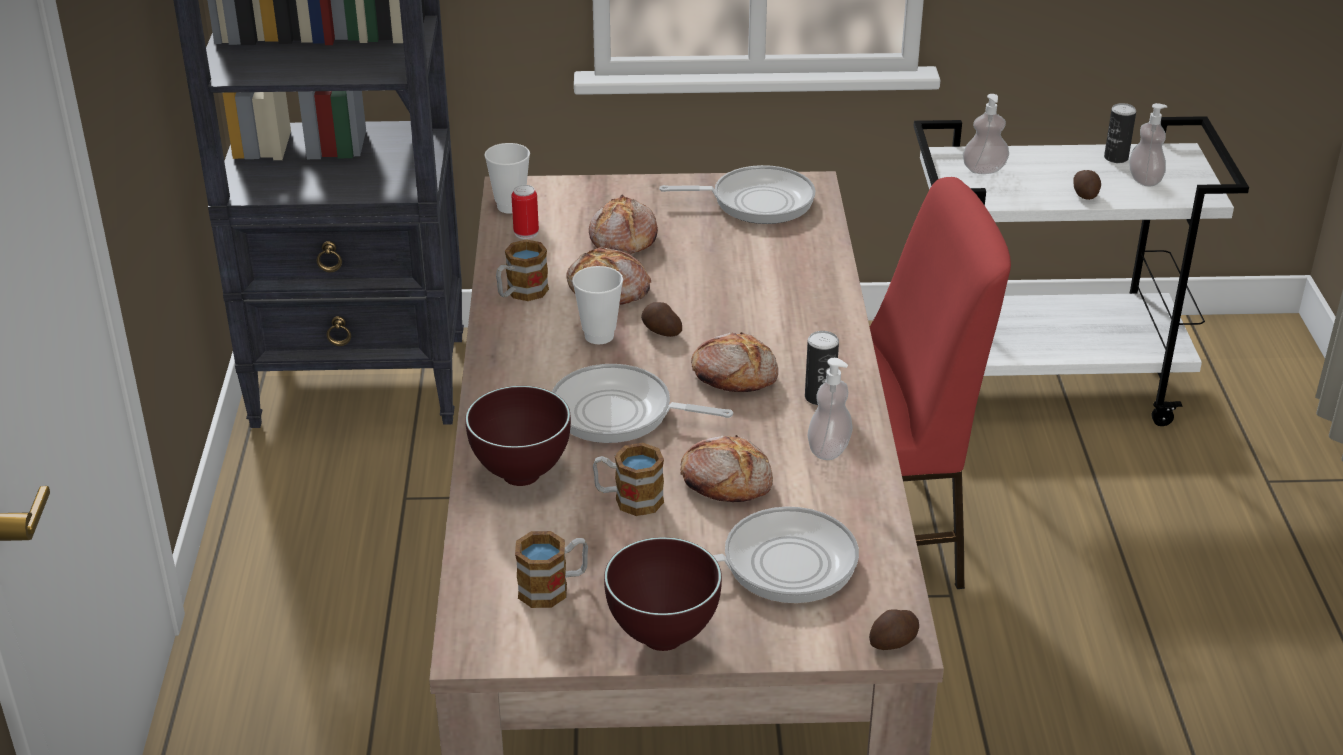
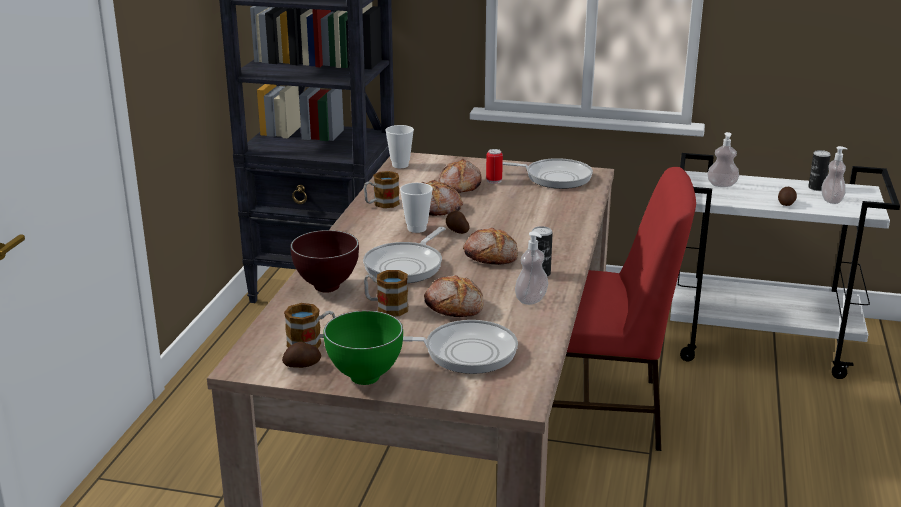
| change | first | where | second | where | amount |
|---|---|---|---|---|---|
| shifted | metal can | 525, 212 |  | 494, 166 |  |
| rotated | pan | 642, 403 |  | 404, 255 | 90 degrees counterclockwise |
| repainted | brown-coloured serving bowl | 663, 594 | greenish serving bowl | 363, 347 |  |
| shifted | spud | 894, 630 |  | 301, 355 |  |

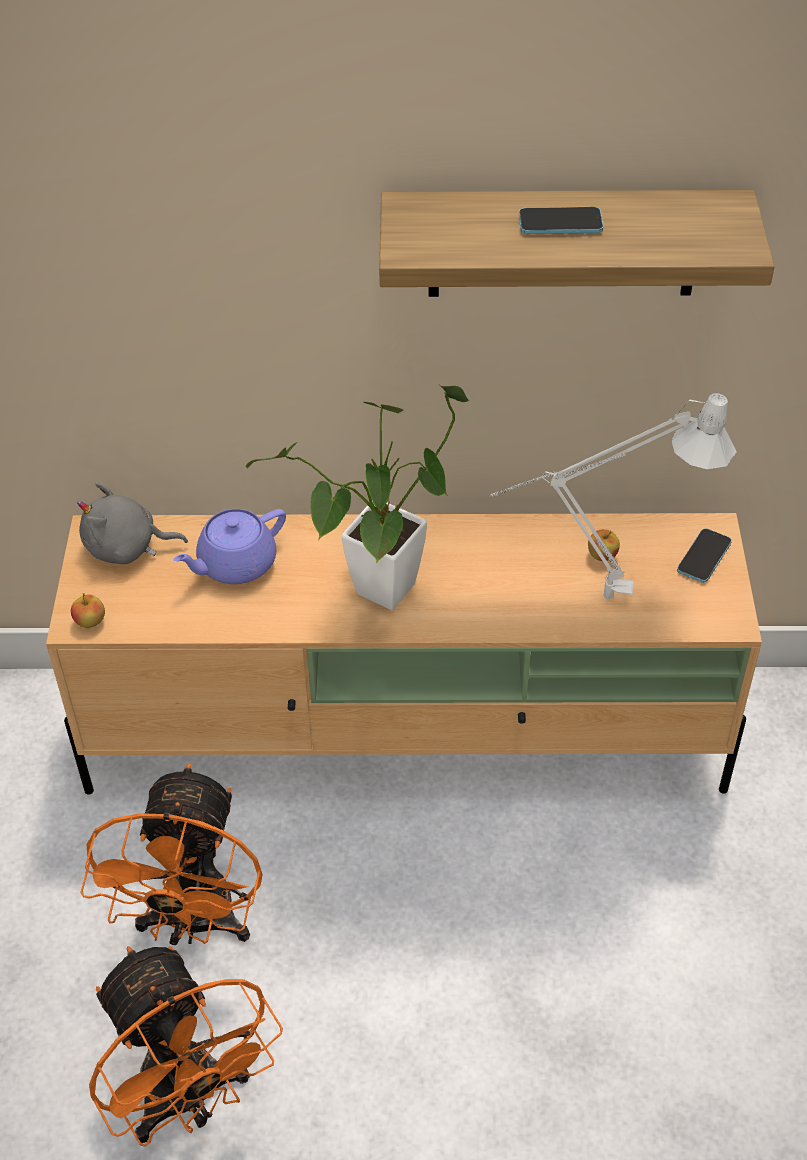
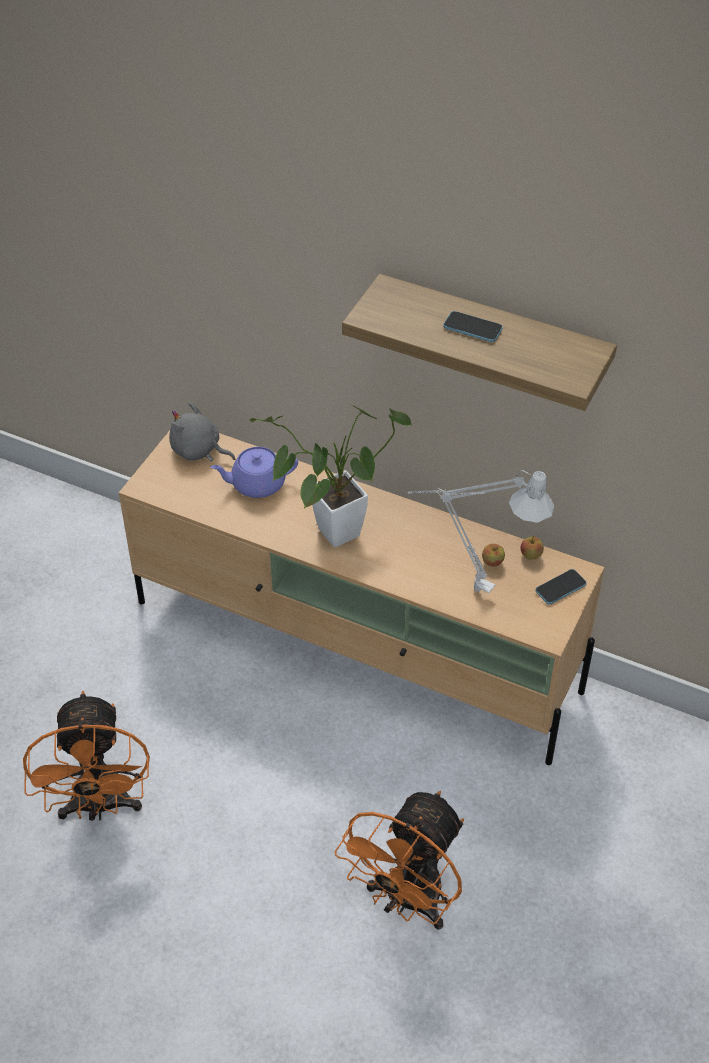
| change | first | where | second | where | amount |
|---|---|---|---|---|---|
| shifted | whole apple | 88, 610 |  | 532, 547 |  |
| shifted | orange-coloured cooling fan | 171, 854 |  | 399, 860 |  |

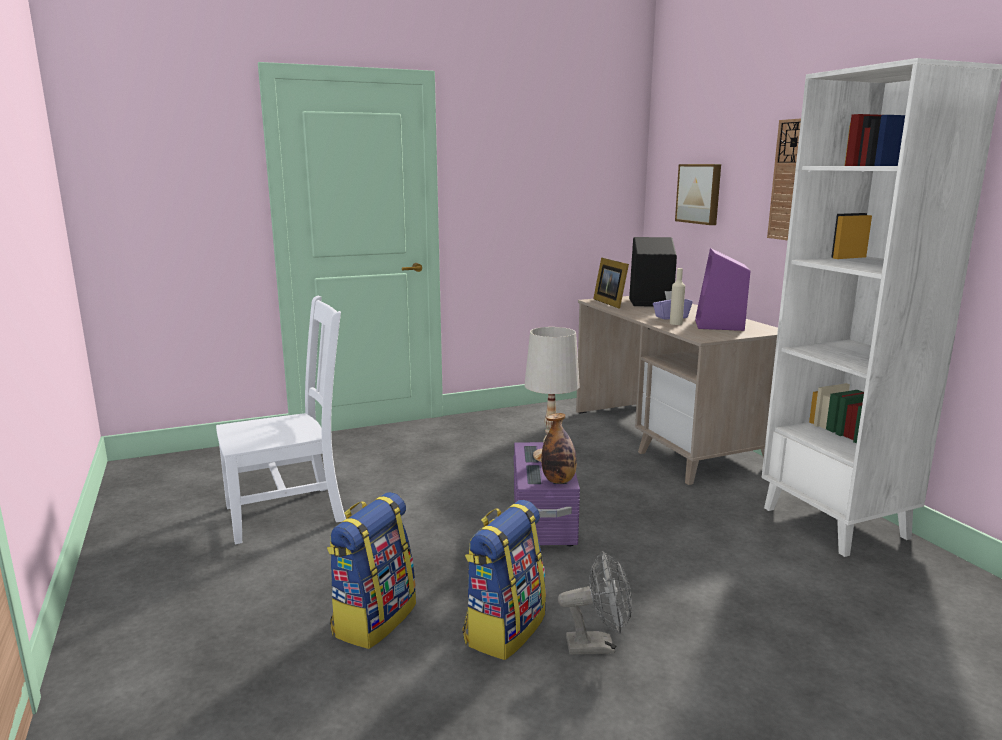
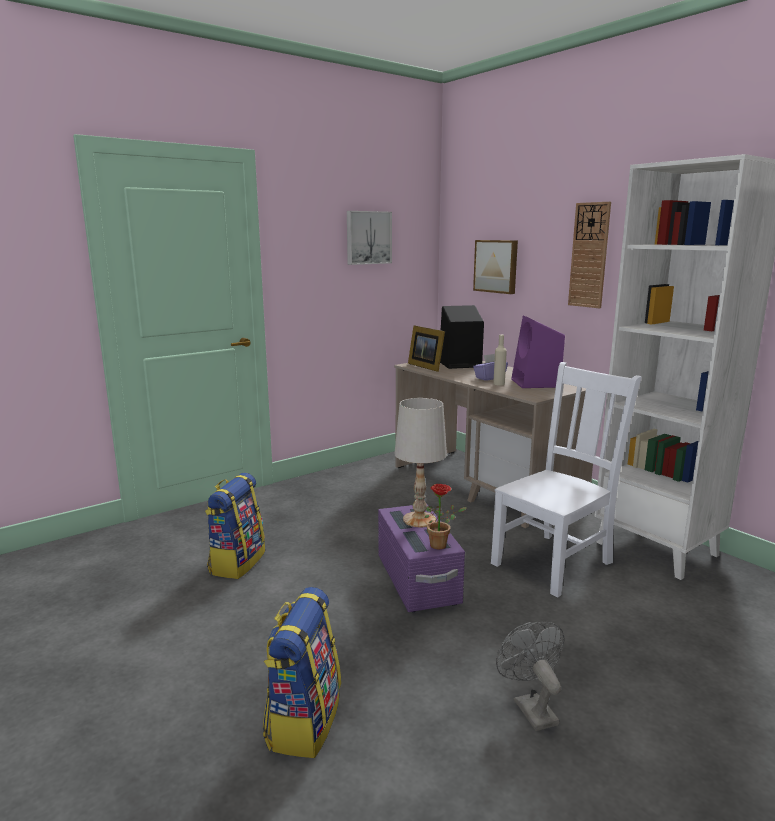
| change | first | where | second | where | amount |
|---|---|---|---|---|---|
| shifted | whitish chair | 281, 420 |  | 566, 479 |  |
| shifted | rucksack | 504, 580 |  | 235, 526 |  |
| swapped | bottle | 559, 448 | houseplant | 446, 517 |  |
| rotated | greyish cooling fan | 595, 603 |  | 530, 676 | 90 degrees counterclockwise |
| new |  |  | wall art | 369, 238 |  |

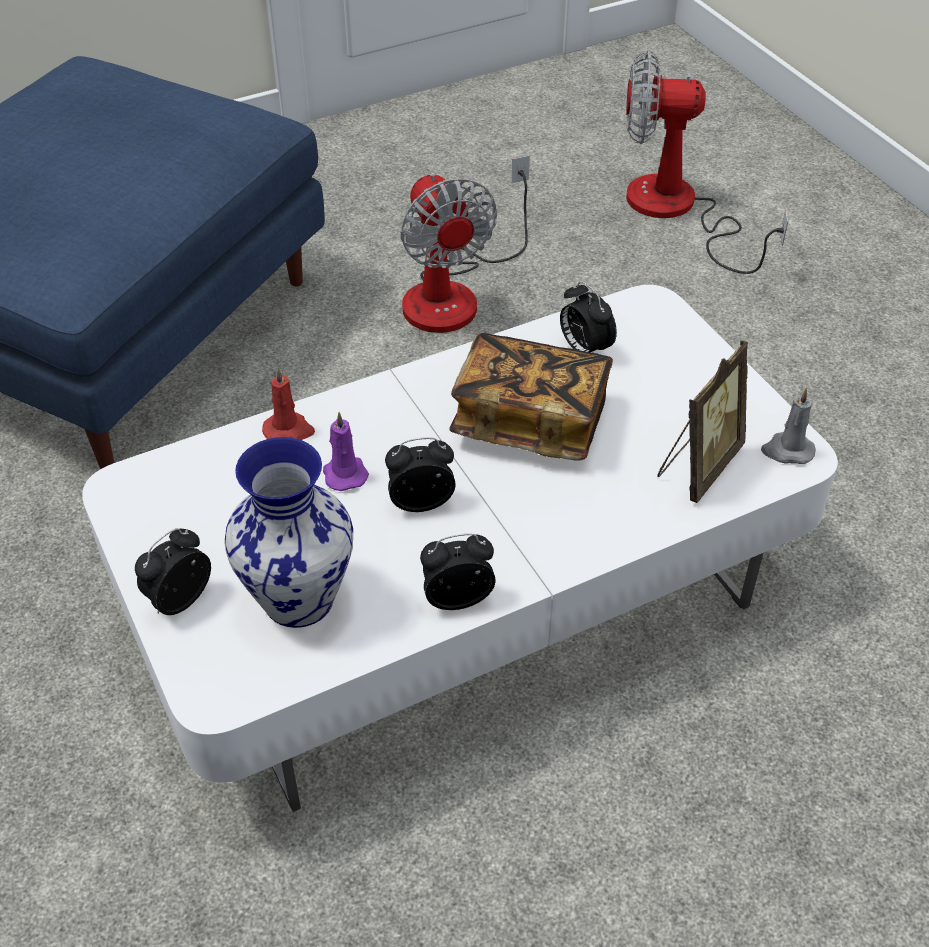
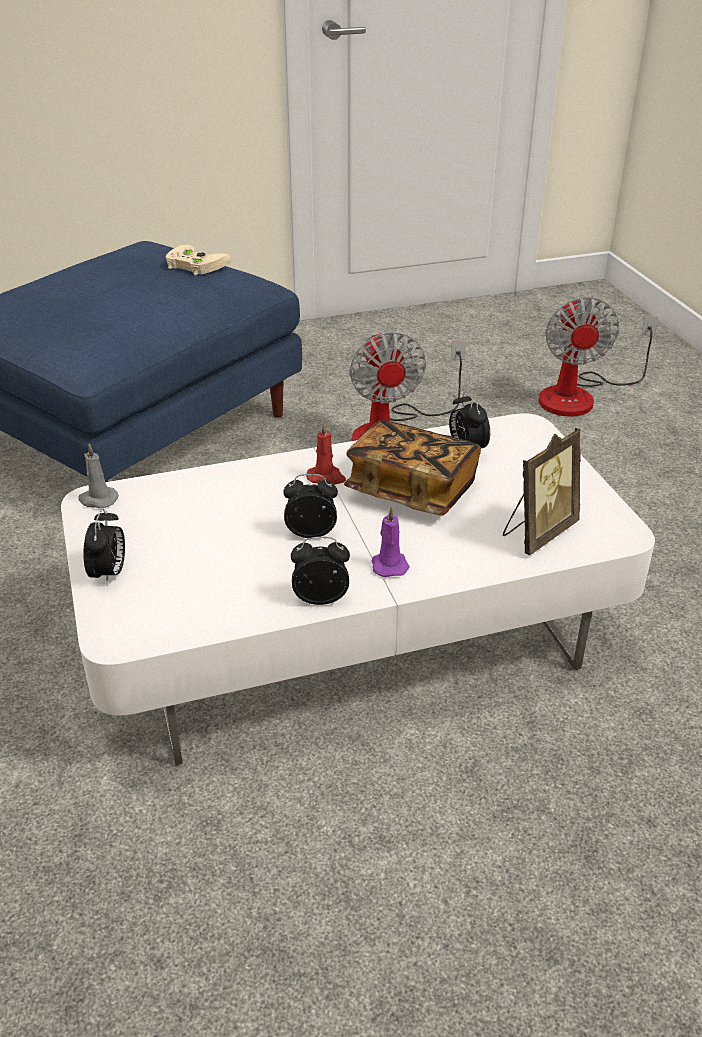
| change | first | where | second | where | amount |
|---|---|---|---|---|---|
| rotated | bedside clock | 173, 571 |  | 104, 547 | 135 degrees clockwise |
| gone | flower vase | 288, 532 |  |  |  |
| shifted | red-coloured candle | 288, 403 |  | 326, 453 |  |
| shifted | purplish candle | 346, 451 |  | 391, 542 |  |
| rotated | cooling fan | 707, 162 |  | 598, 357 | 105 degrees counterclockwise |
| shifted | greyish candle | 788, 426 |  | 98, 476 |  |
| new |  |  | beige game controller | 198, 260 |  |

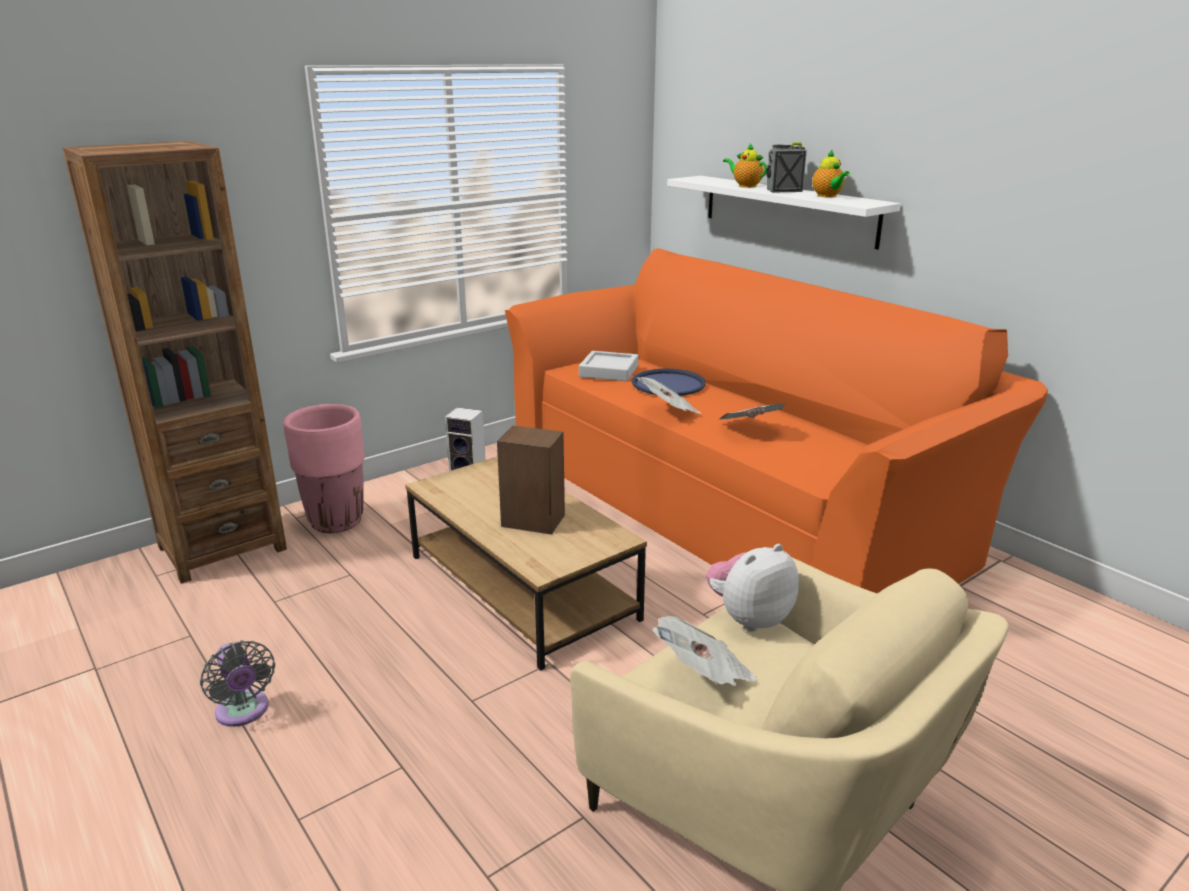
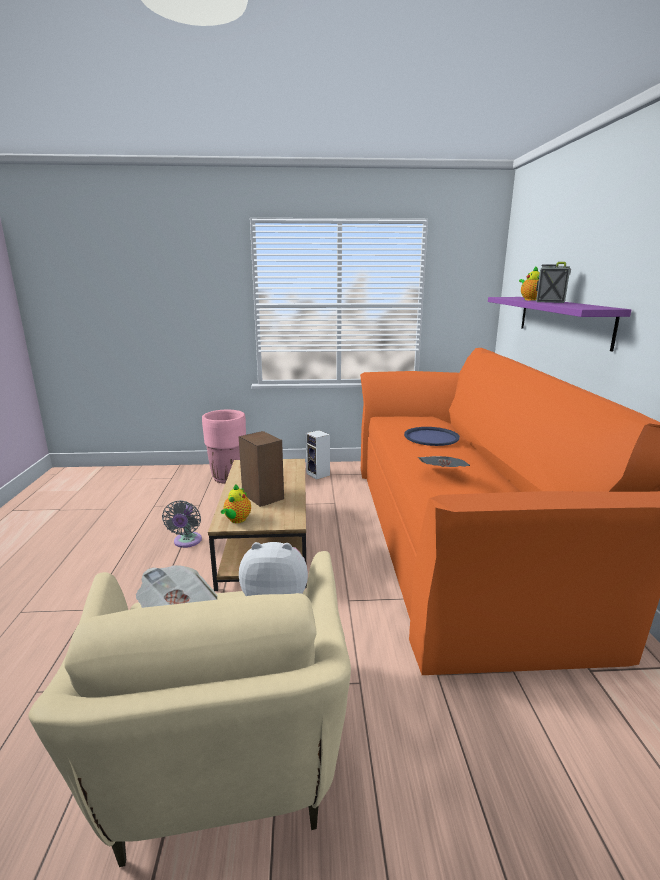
| change | first | where | second | where | amount |
|---|---|---|---|---|---|
| gone | brown-coloured bookshelf | 175, 362 |  |  |  |
| shifted | greyish cooling fan | 237, 683 |  | 182, 524 |  |
| gone | greyish serving tray | 608, 366 |  |  |  |
| gone | daily paper | 669, 395 |  |  |  |
| repainted | whitish wall shelf | 784, 213 | purplish wall shelf | 559, 324 |  |
| shifted | teapot | 831, 173 |  | 236, 503 |  |

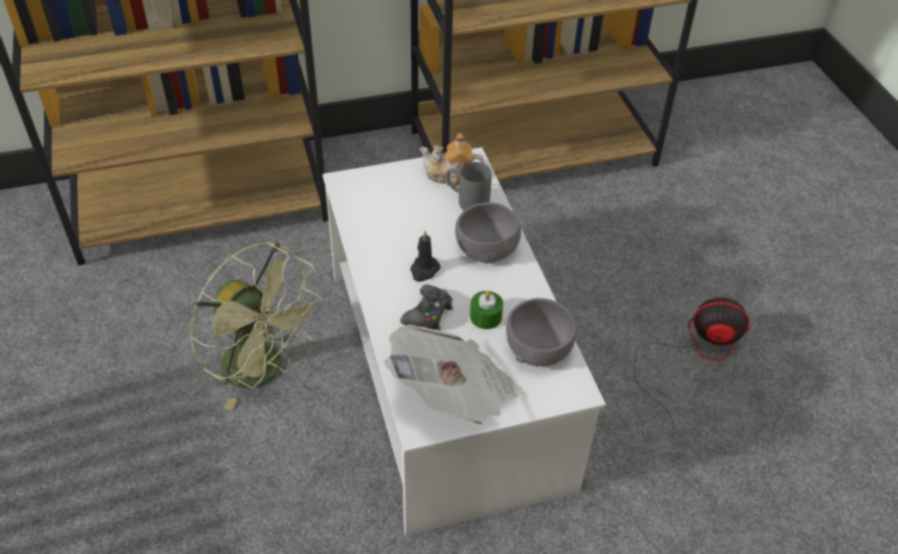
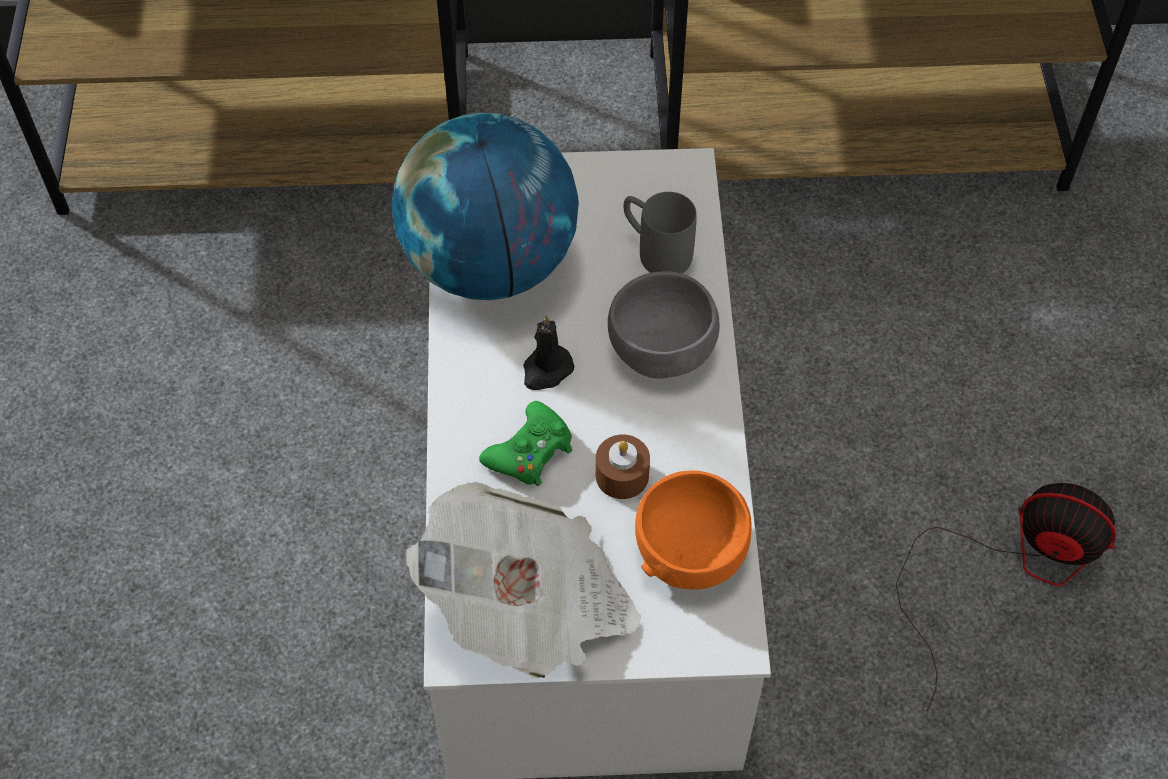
| change | first | where | second | where | amount |
|---|---|---|---|---|---|
| gone | greenish cooling fan | 256, 326 |  |  |  |
| repainted | black game controller | 426, 307 | greenish game controller | 525, 443 |  |
| gone | teapot | 451, 160 |  |  |  |
| repainted | greenish candle | 486, 310 | brown-coloured candle | 623, 467 |  |
| repainted | greyish serving bowl | 541, 332 | orange-coloured serving bowl | 693, 530 |  |
| new |  |  | globe | 485, 206 |  |

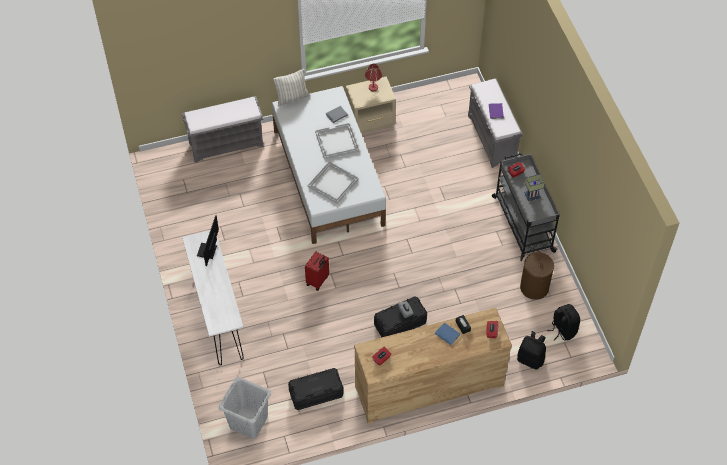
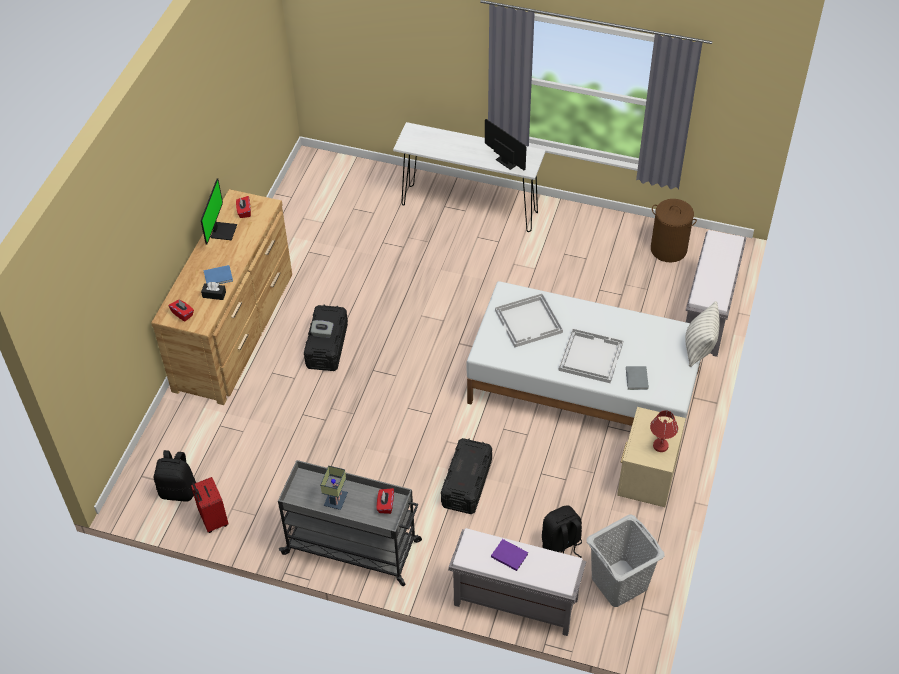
| change | first | where | second | where | amount |
|---|---|---|---|---|---|
| shifted | greyish washing basket | 245, 408 |  | 625, 561 |  |
| shifted | black storage container | 316, 389 |  | 466, 476 |  |
| shifted | red-coloured suitcase | 317, 271 |  | 210, 505 |  |
| shifted | black rucksack | 531, 350 |  | 562, 532 |  |
| shifted | brown-coloured washing basket | 537, 275 |  | 674, 230 |  |
| new |  |  | computer display | 219, 212 |  |

